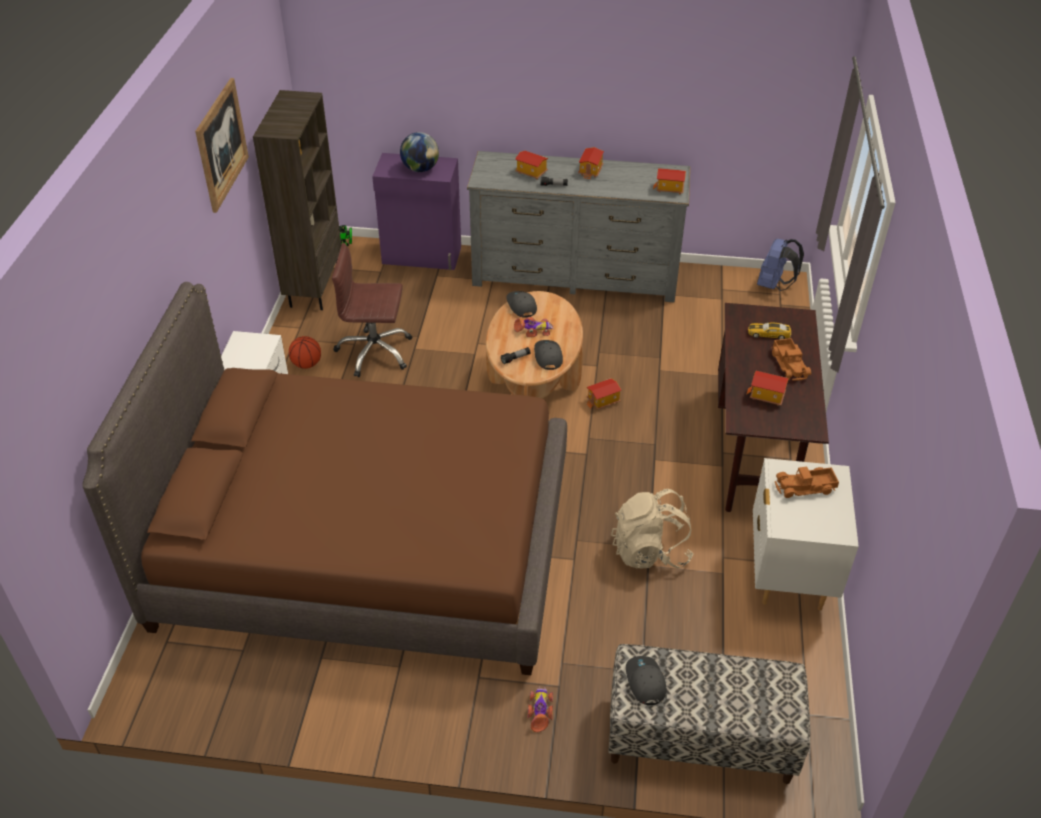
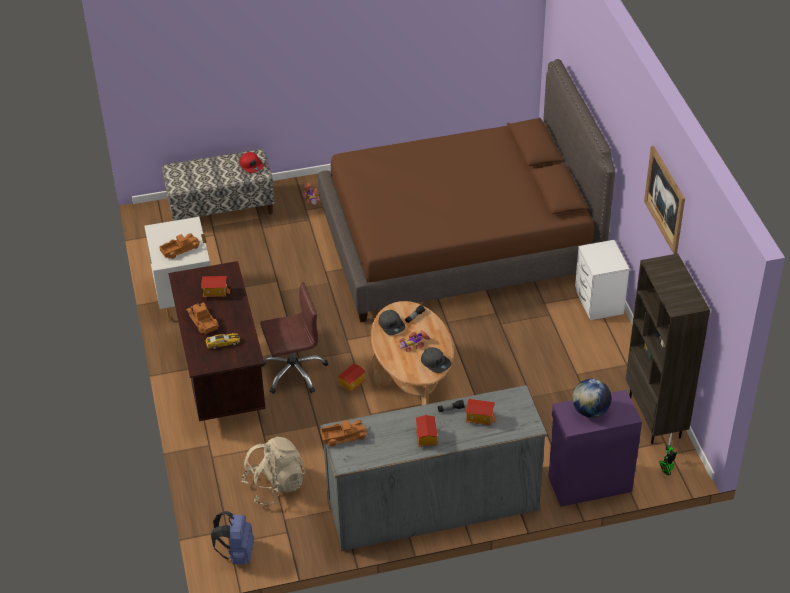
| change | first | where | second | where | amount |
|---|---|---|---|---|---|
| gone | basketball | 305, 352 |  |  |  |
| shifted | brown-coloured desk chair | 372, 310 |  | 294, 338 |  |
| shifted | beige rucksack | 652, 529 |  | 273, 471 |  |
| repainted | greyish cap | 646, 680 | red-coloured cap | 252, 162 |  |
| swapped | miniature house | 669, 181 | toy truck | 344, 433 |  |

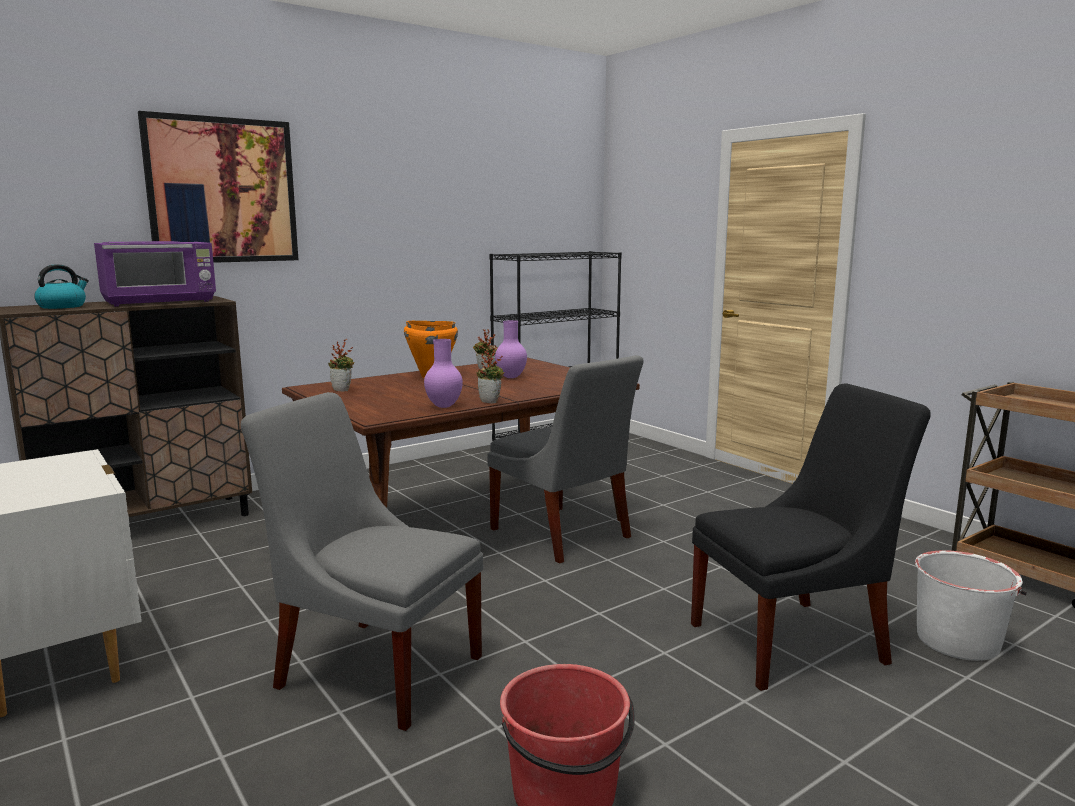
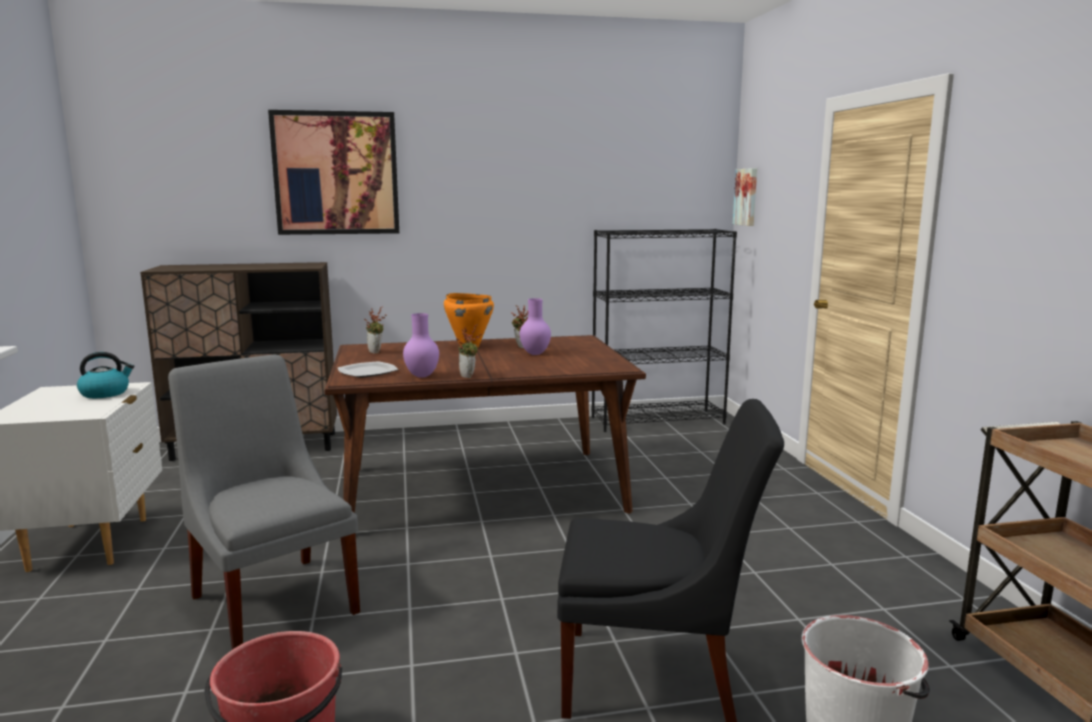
| change | first | where | second | where | amount |
|---|---|---|---|---|---|
| shifted | water kettle | 61, 286 |  | 105, 375 |  |
| gone | purplish microwave | 155, 274 |  |  |  |
| gone | greyish chair | 565, 459 |  |  |  |
| new |  |  | flat dish | 368, 369 |  |
| new |  |  | wall art | 745, 197 |  |

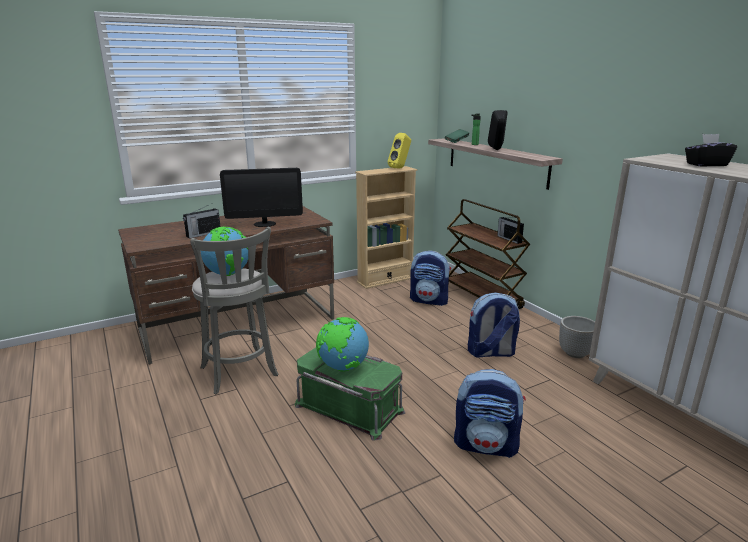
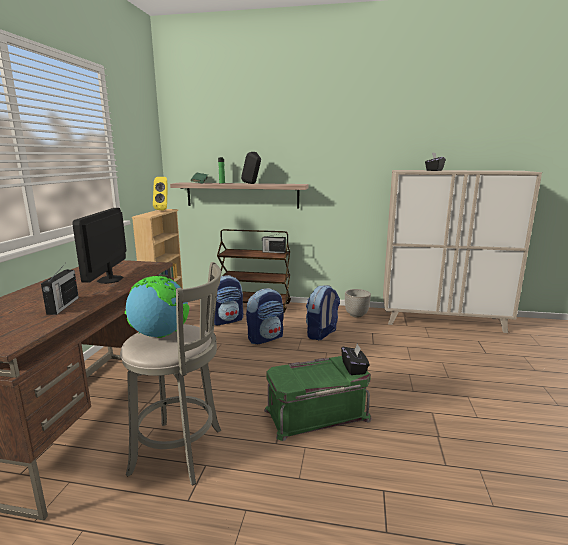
| change | first | where | second | where | amount |
|---|---|---|---|---|---|
| rotated | computer display | 261, 197 |  | 100, 246 | 150 degrees clockwise |
| gone | globe | 342, 344 |  |  |  |
| shifted | rucksack | 490, 413 |  | 265, 316 |  |
| new |  |  | black box of tissues | 355, 359 |  |

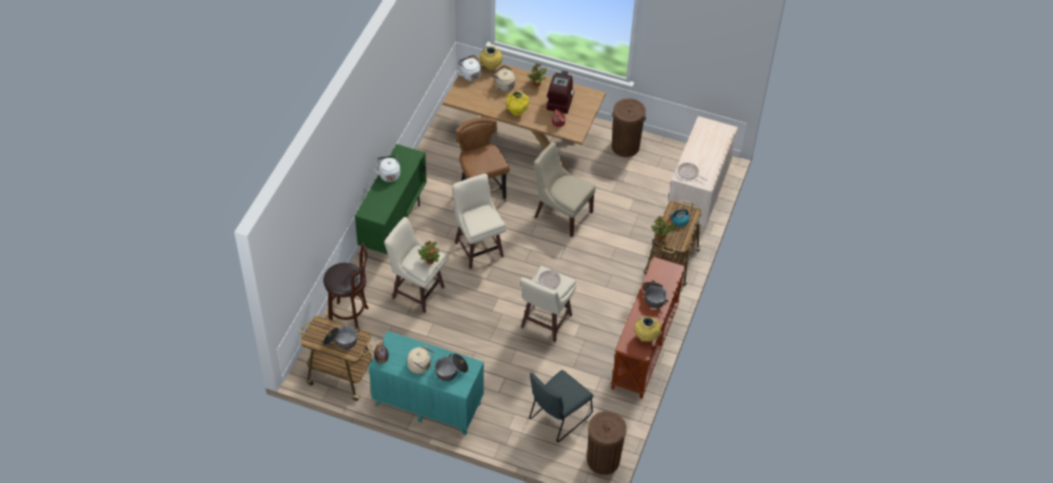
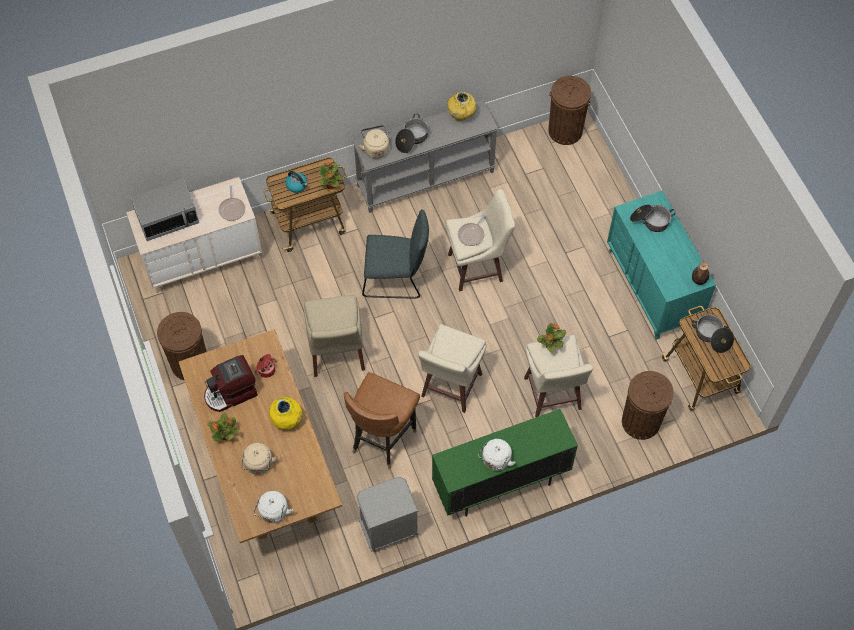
| change | first | where | second | where | amount |
|---|---|---|---|---|---|
| swapped | brown-coloured stool | 346, 286 | brown-coloured rubbish bin | 648, 405 |  |
| shifted | beige water kettle | 421, 359 |  | 373, 142 |  |
| gone | yellow flower vase | 491, 58 |  |  |  |
| shifted | greyish chair | 561, 406 |  | 395, 254 |  |
| repainted | brown-coloured hall table | 648, 328 | greyish hall table | 425, 156 |  |
| new |  |  | microwave | 164, 210 |  |
| new |  |  | greyish nightstand | 387, 514 |  |

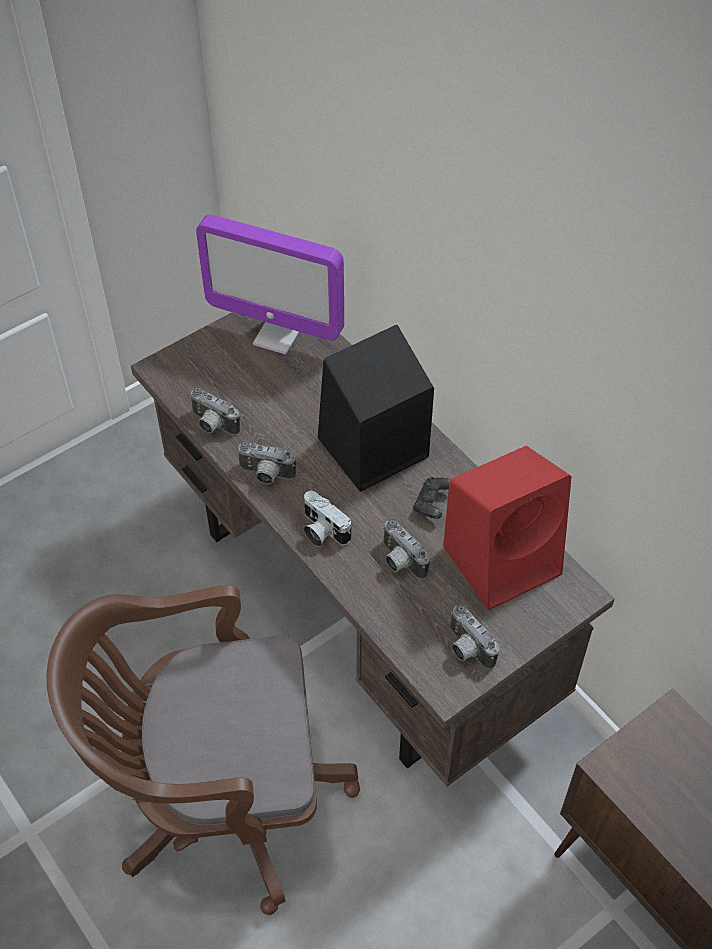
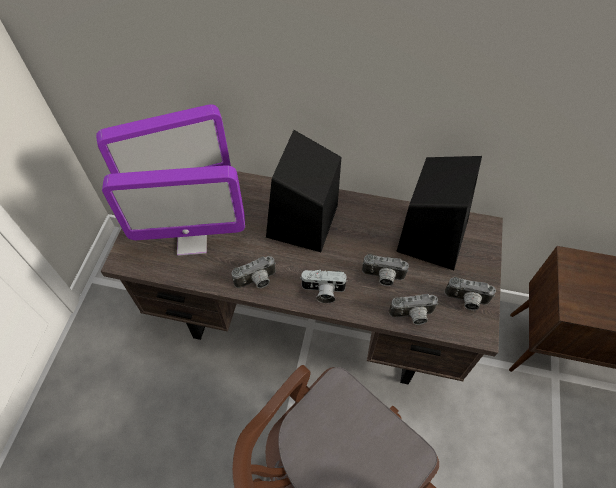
| change | first | where | second | where | amount |
|---|---|---|---|---|---|
| shifted | photo camera | 214, 411 |  | 413, 309 |  |
| gone | black game controller | 432, 498 |  |  |  |
| repainted | red-coloured speaker | 507, 528 | black speaker | 439, 213 |  |
| new |  |  | computer display | 173, 210 |  |

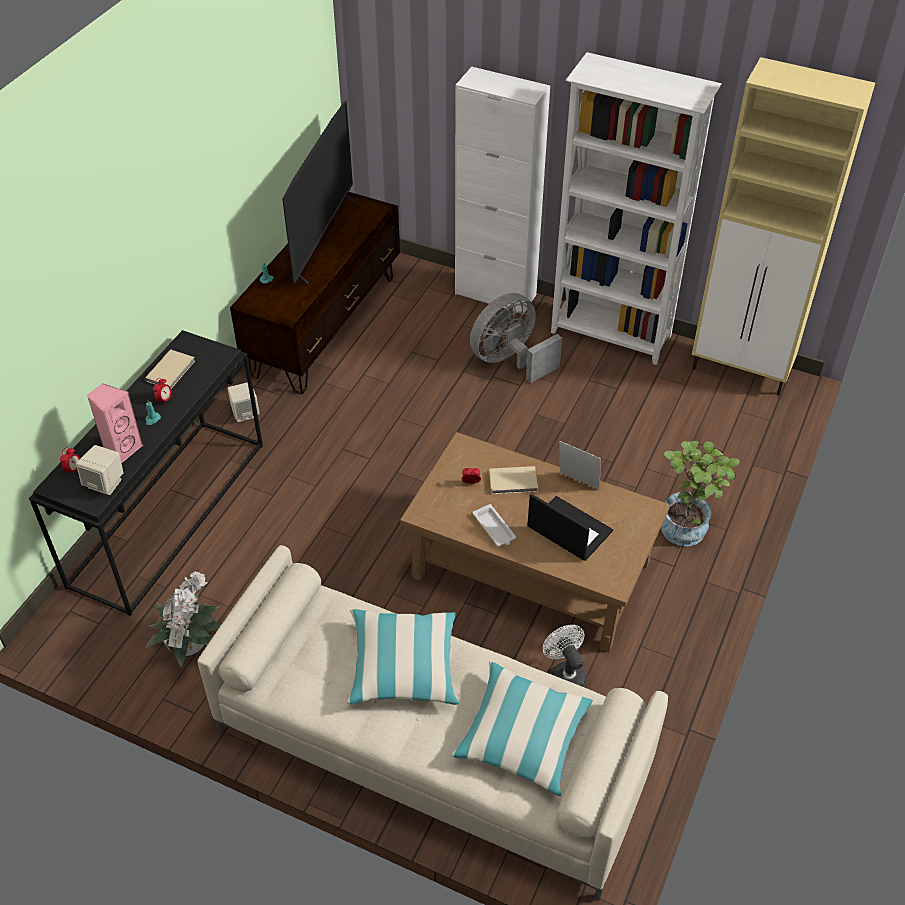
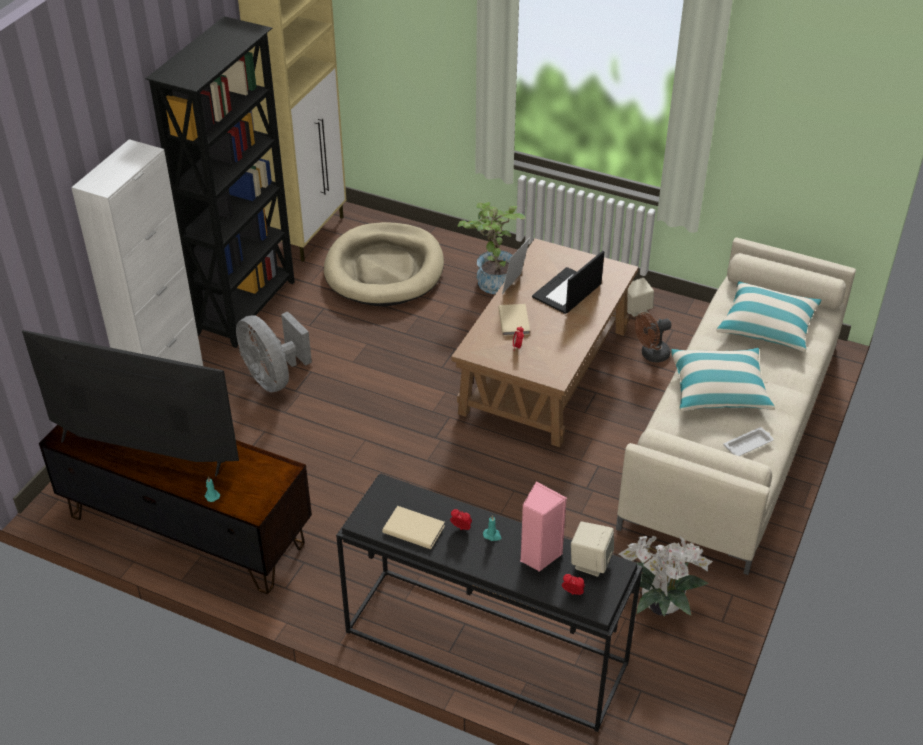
| change | first | where | second | where | amount |
|---|---|---|---|---|---|
| shifted | beige speaker | 243, 402 |  | 640, 297 |  |
| shifted | whitish serving tray | 494, 525 |  | 749, 441 |  |
| repainted | whitish cooling fan | 564, 656 | brown-coloured cooling fan | 653, 337 |  |
| repainted | whitish bookshelf | 636, 208 | black bookshelf | 220, 182 |  |
| new |  |  | beige dog cushion | 384, 264 |  |

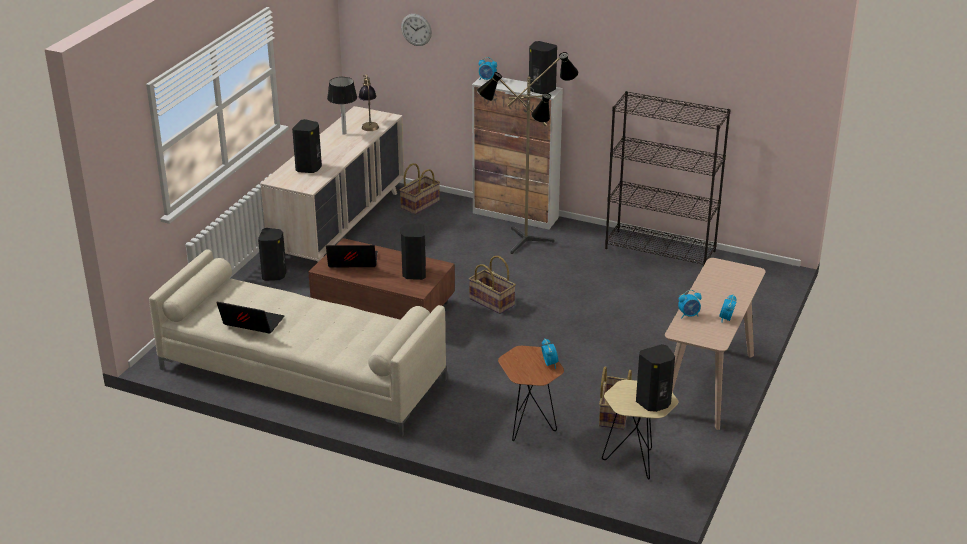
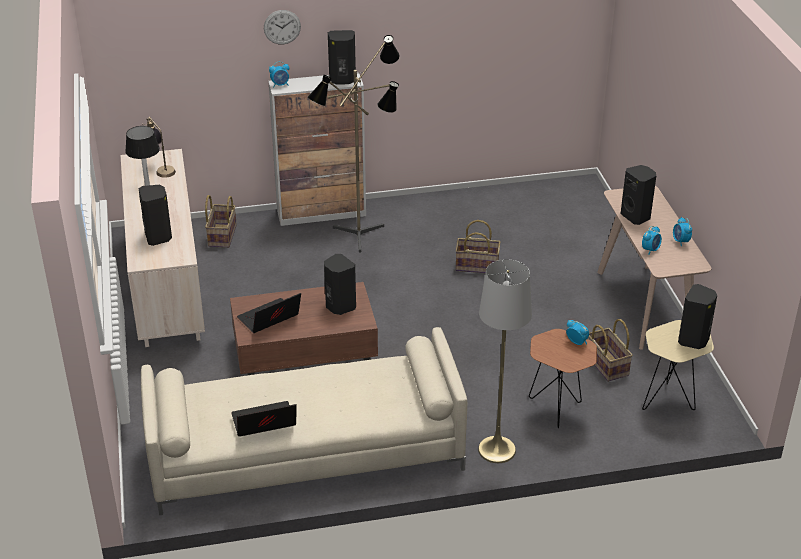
| change | first | where | second | where | amount |
|---|---|---|---|---|---|
| shifted | black speaker | 272, 254 |  | 638, 195 |  |
| shifted | hanging clock | 416, 30 |  | 282, 27 |  |
| shifted | basket | 492, 285 |  | 477, 246 |  |
| gone | black bookshelf | 668, 178 |  |  |  |
| new |  |  | greyish standard lamp | 505, 361 |  |

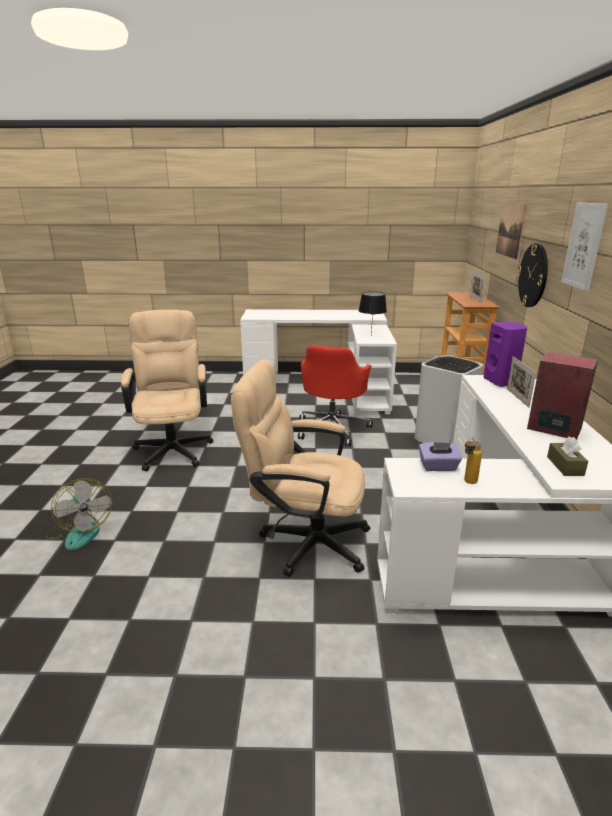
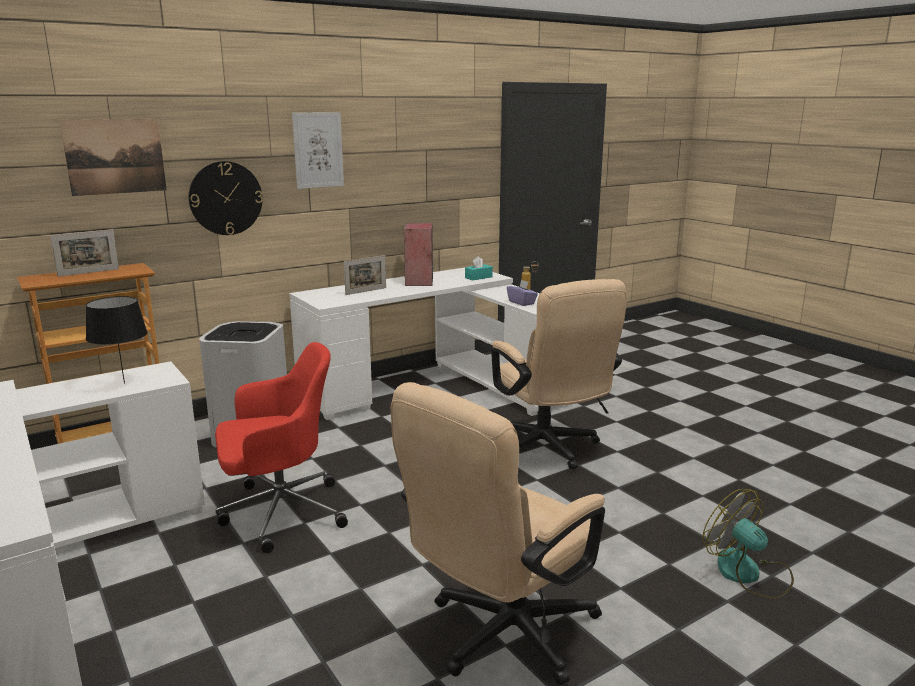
| change | first | where | second | where | amount |
|---|---|---|---|---|---|
| rotated | cooling fan | 79, 514 |  | 748, 544 | 60 degrees counterclockwise |
| gone | purplish speaker | 505, 354 |  |  |  |
| repainted | brown-coloured box of tissues | 567, 456 | turquoise-coloured box of tissues | 479, 268 |  |

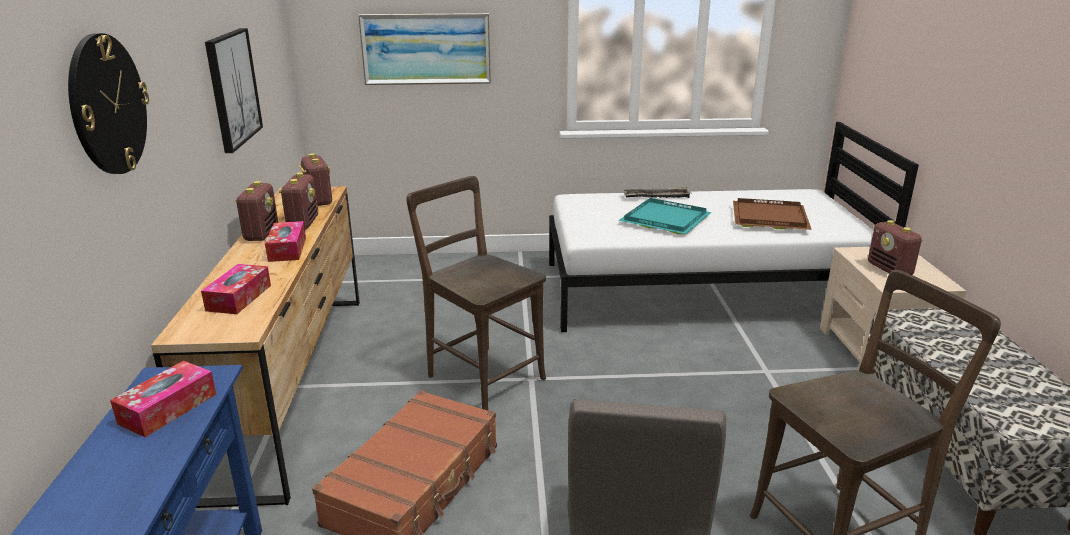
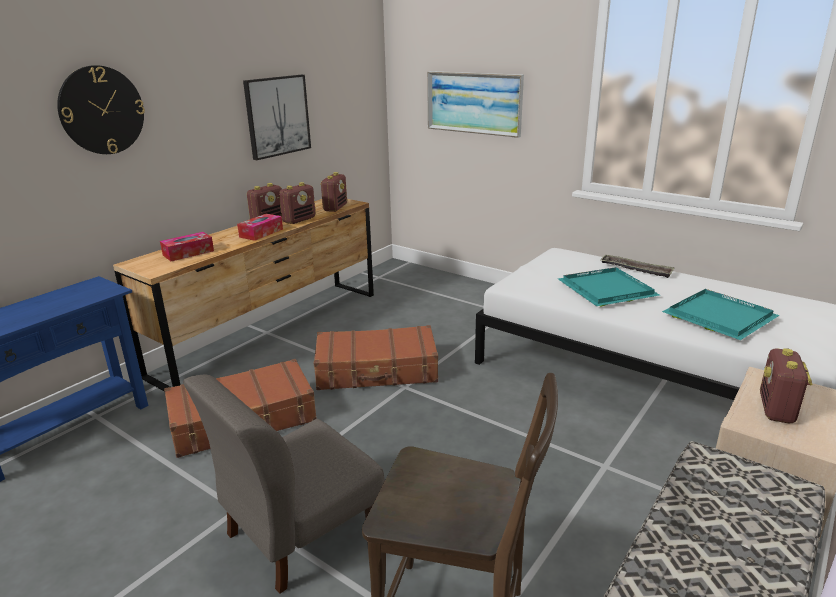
| change | first | where | second | where | amount |
|---|---|---|---|---|---|
| gone | box of tissues | 163, 399 |  |  |  |
| swapped | brown-coloured chair | 476, 293 | brown-coloured suitcase | 376, 357 |  |
| repainted | brown-coloured serving tray | 772, 214 | turquoise-coloured serving tray | 721, 314 |  |

